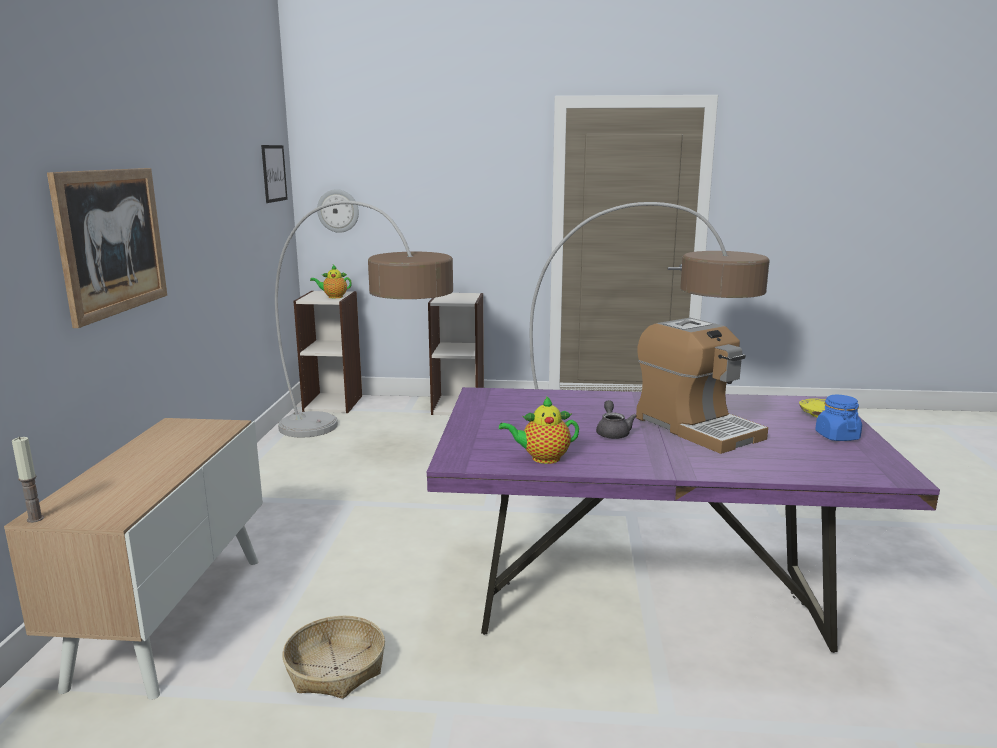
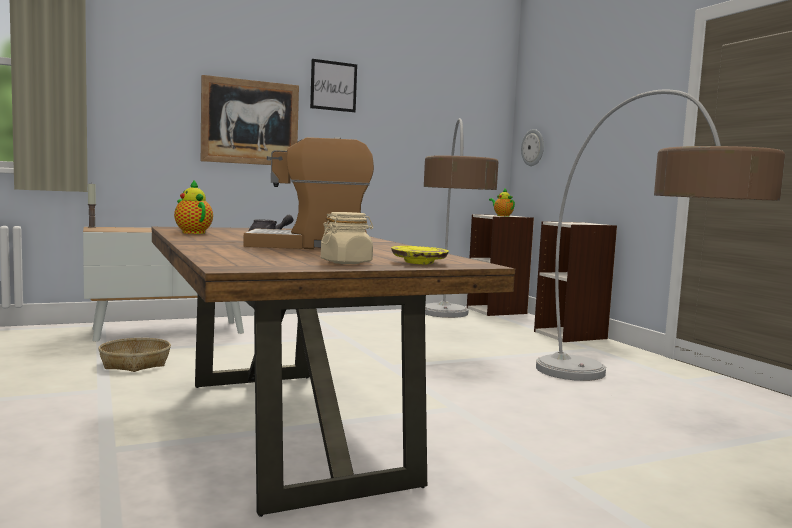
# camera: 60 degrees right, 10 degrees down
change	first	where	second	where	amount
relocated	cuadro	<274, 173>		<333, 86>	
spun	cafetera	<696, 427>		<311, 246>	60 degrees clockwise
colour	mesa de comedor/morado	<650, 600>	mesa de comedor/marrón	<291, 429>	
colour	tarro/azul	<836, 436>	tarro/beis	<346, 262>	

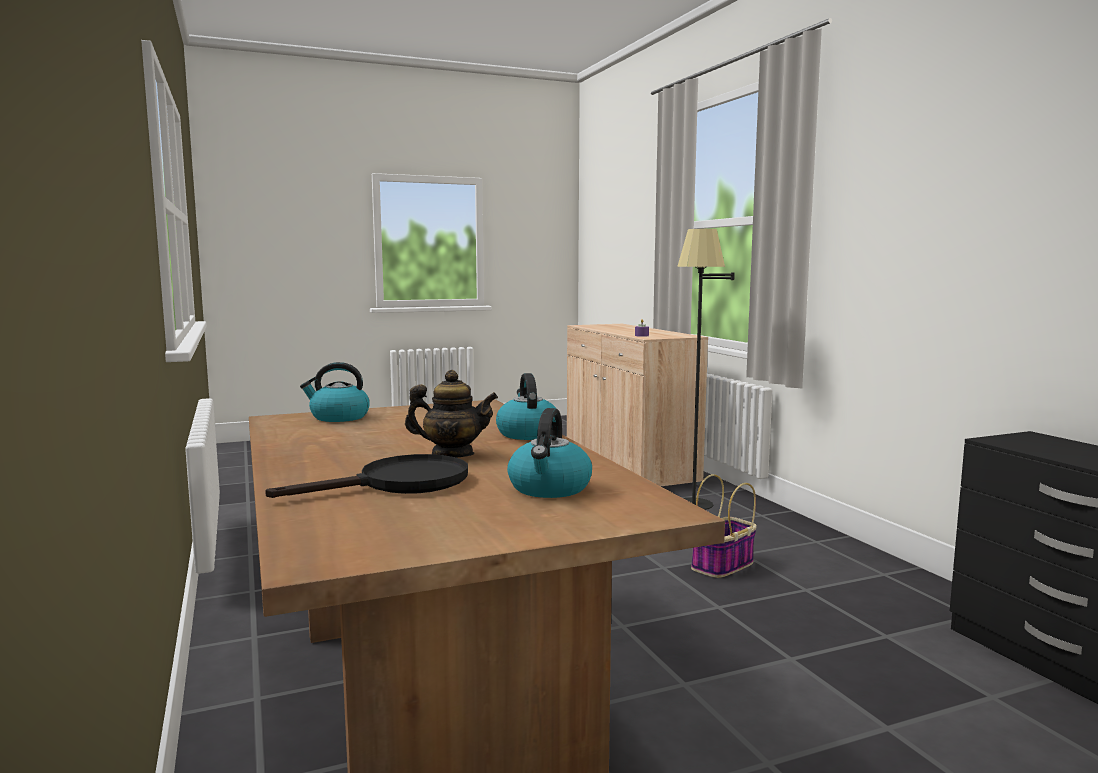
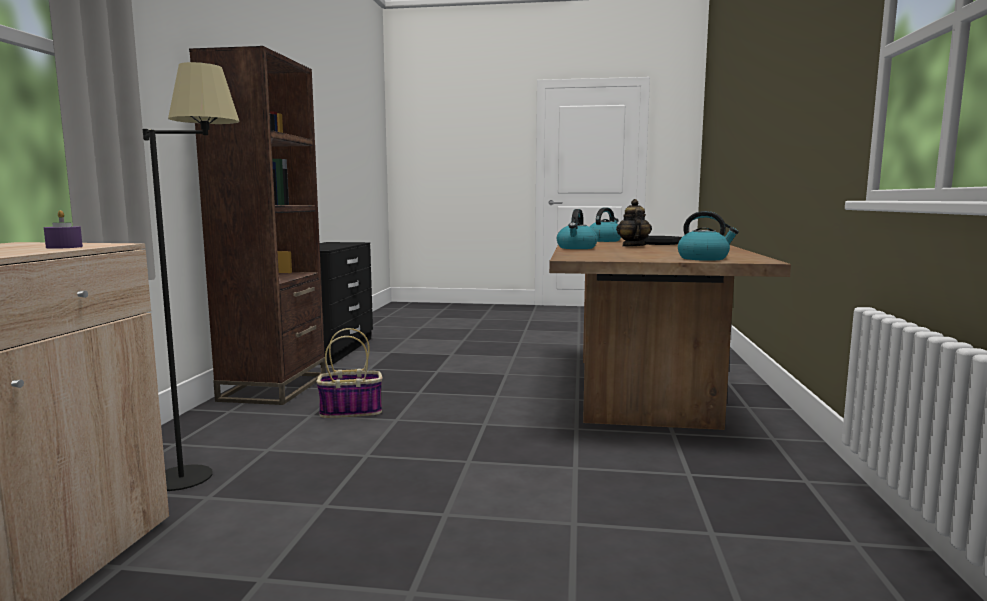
# camera: 150 degrees left, 0 degrees up
change	first	where	second	where	amount
spun	tetera	<452, 454>		<633, 246>	60 degrees clockwise
appeared			estantería/marrón	<274, 387>	

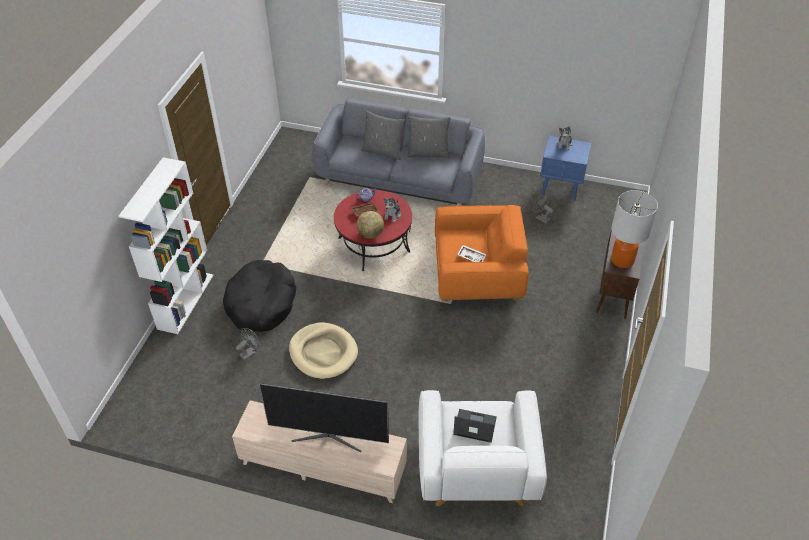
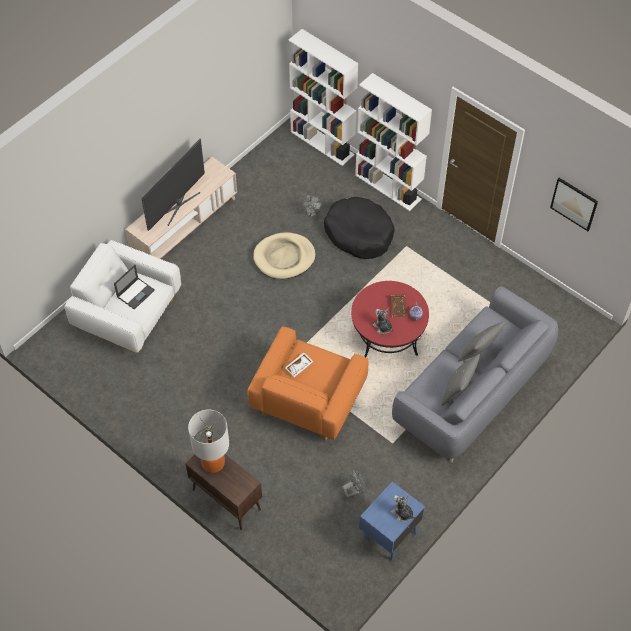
# camera: 115 degrees right, 10 degrees up
change	first	where	second	where	amount
missing	globo terráqueo	<370, 234>			
appeared			estantería/blanco	<323, 143>	
appeared			cuadro	<574, 203>	

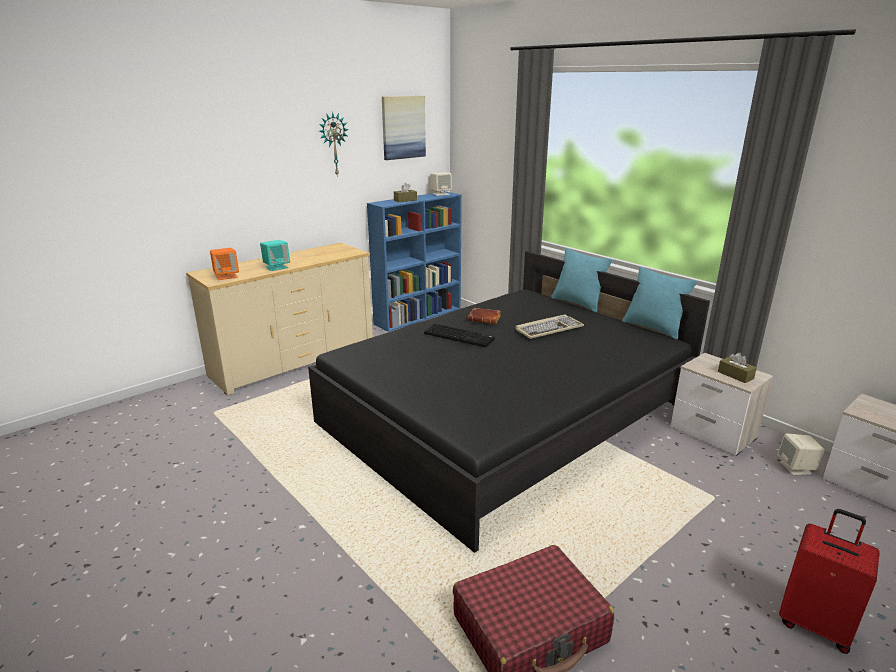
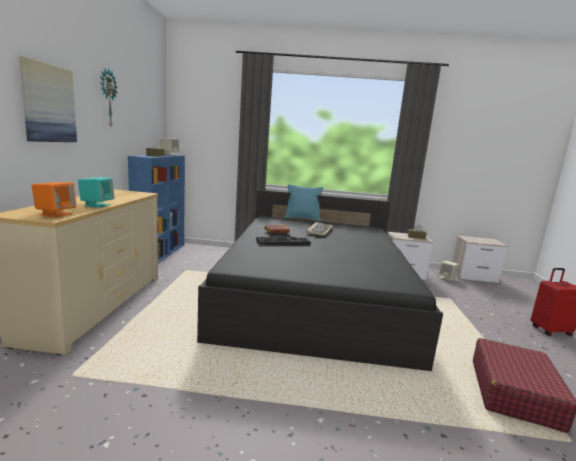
# camera: 45 degrees left, 10 degrees down
change	first	where	second	where	amount
relocated	cuadro	<403, 127>		<48, 103>	
missing	cojín/turquesa	<653, 328>			

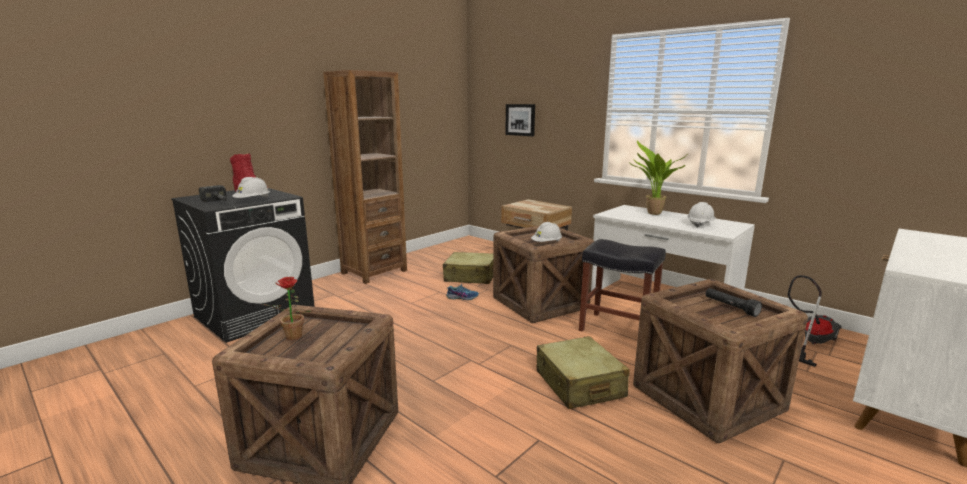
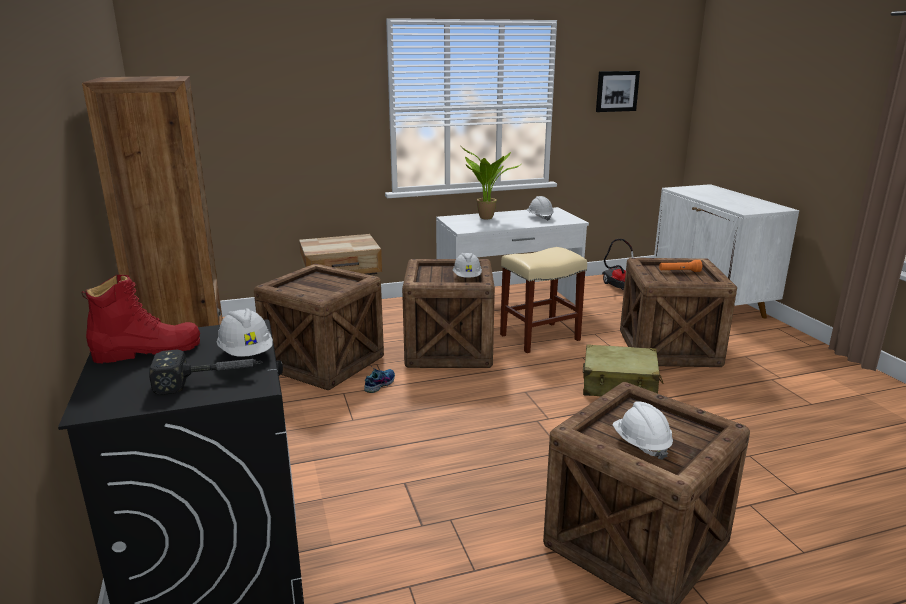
# camera: 60 degrees left, 5 degrees up
change	first	where	second	where	amount
relocated	cuadro	<520, 120>		<616, 91>	
colour	taburete/negro	<616, 329>	taburete/beis	<539, 338>	
exchanged	maleta/beis	<471, 276>	caja de embalaje	<324, 362>	
exchanged	planta en maceta	<291, 338>	casco/blanco	<641, 444>	
colour	linterna/negro	<730, 307>	linterna/naranja	<679, 272>	

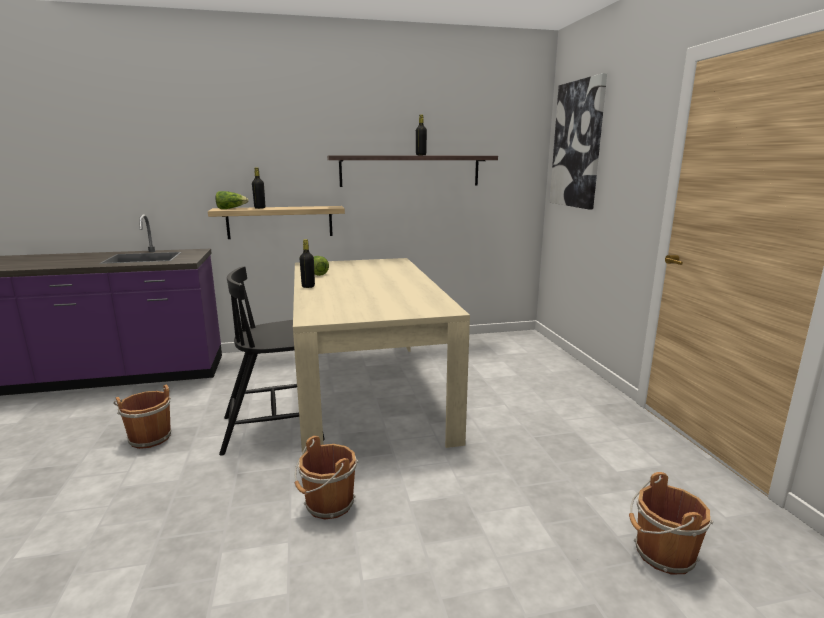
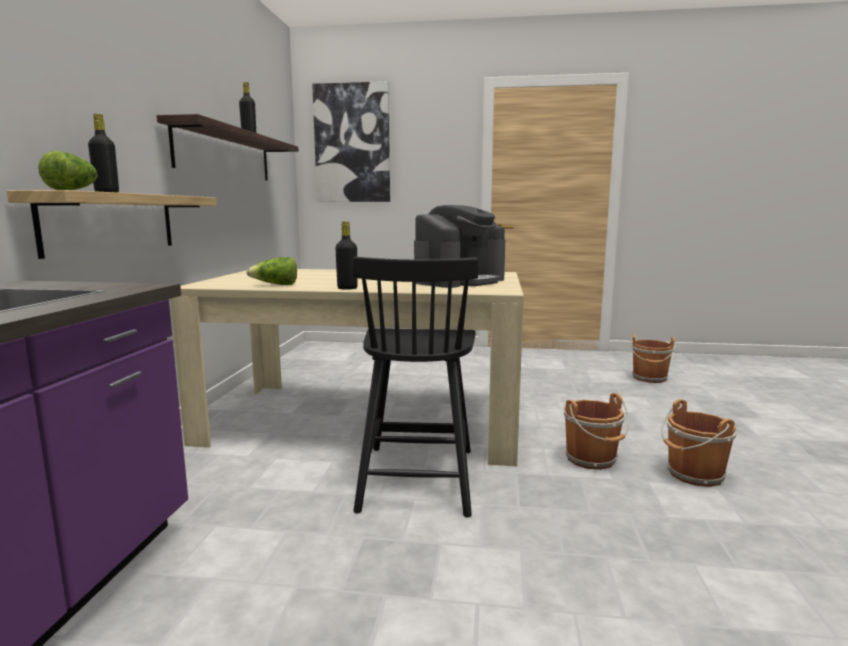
# camera: 70 degrees left, 5 degrees down
change	first	where	second	where	amount
relocated	cubo/marrón	<149, 437>		<693, 475>	
appeared			cafetera	<459, 281>	

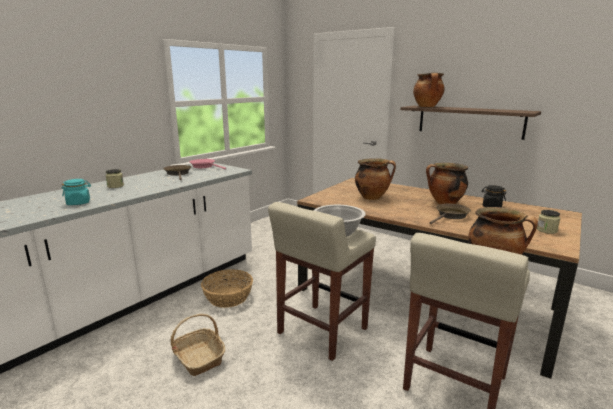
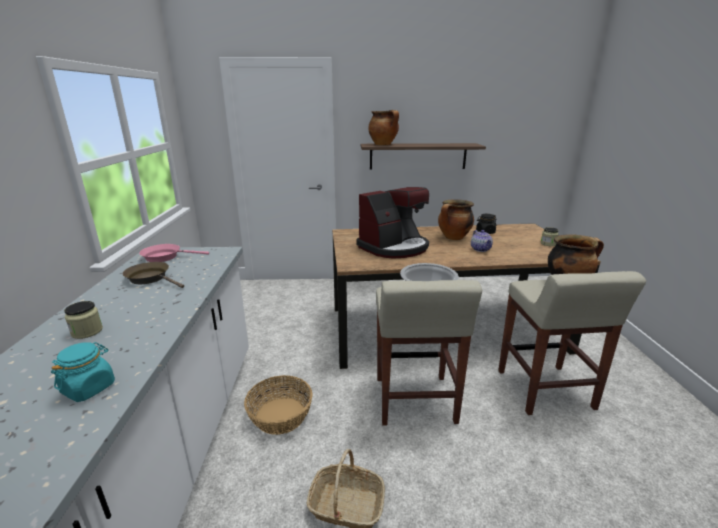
# camera: 40 degrees left, 5 degrees up
change	first	where	second	where	amount
exchanged	olla	<372, 197>	cafetera	<394, 247>	
exchanged	sartén/marrón	<451, 216>	tetera	<480, 249>	

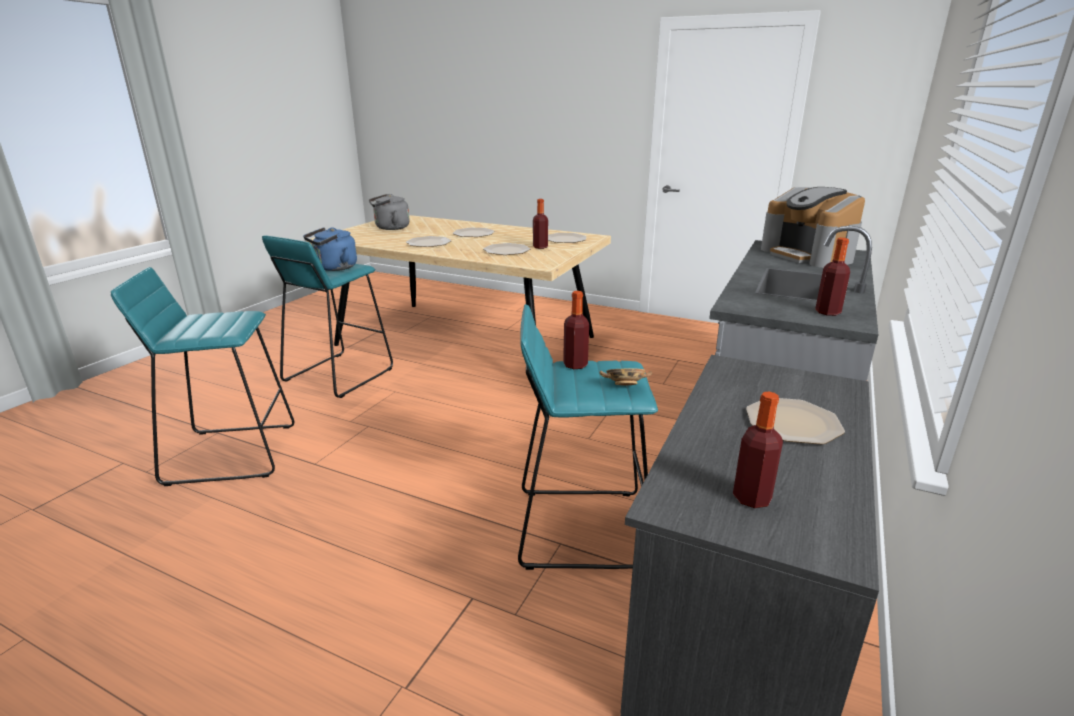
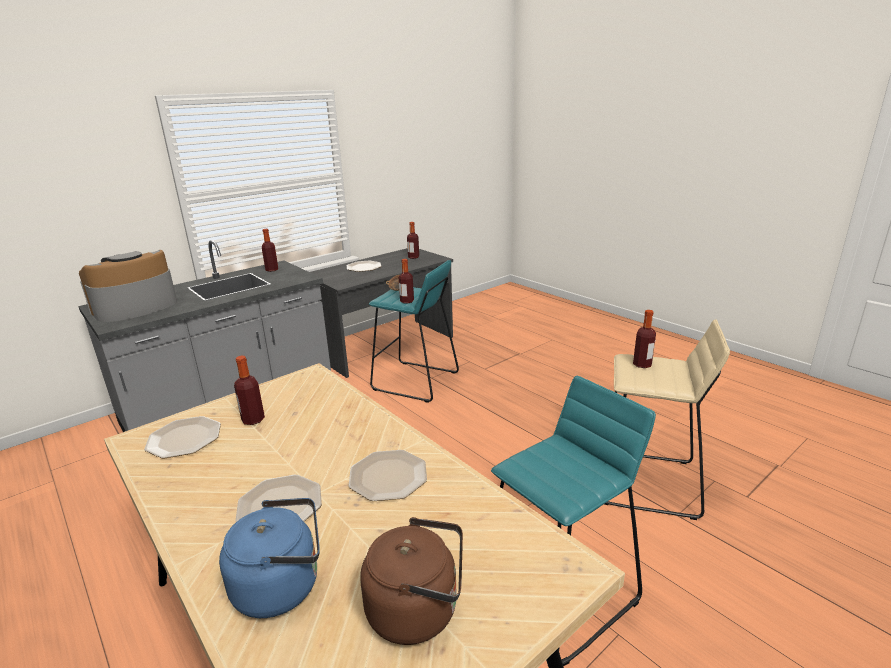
# camera: 155 degrees left, 0 degrees up
change	first	where	second	where	amount
spun	cafetera	<808, 255>		<135, 307>	135 degrees counterclockwise
colour	hervidor/gris	<390, 228>	hervidor/marrón	<418, 610>	
relocated	hervidor/azul	<334, 268>		<282, 585>	
missing	plato	<507, 250>			
colour	taburete/turquesa	<231, 453>	taburete/beis	<647, 483>	
appeared			botella	<642, 364>	

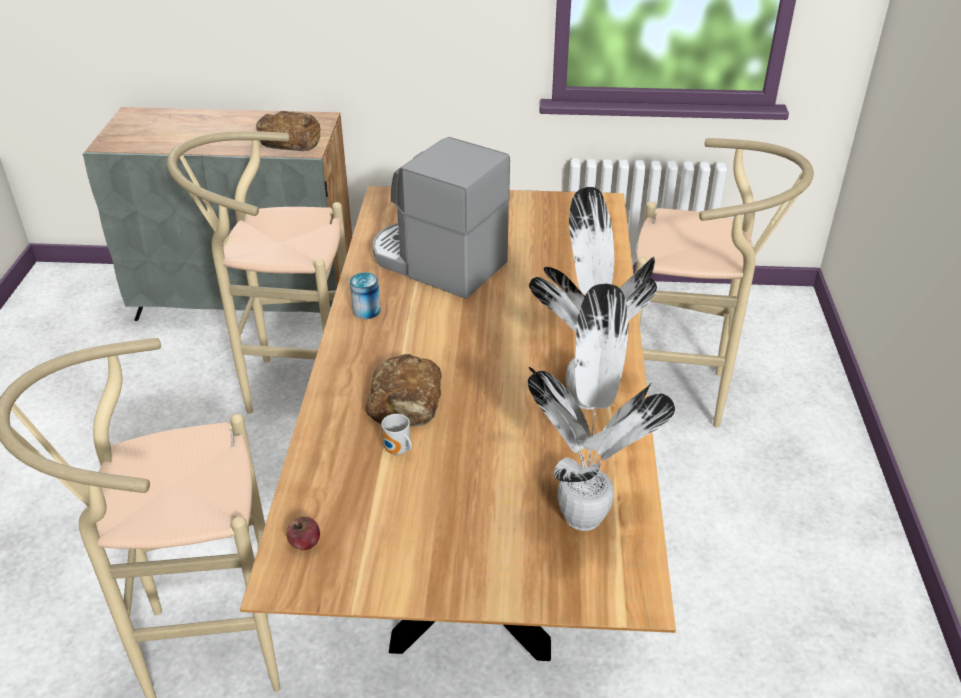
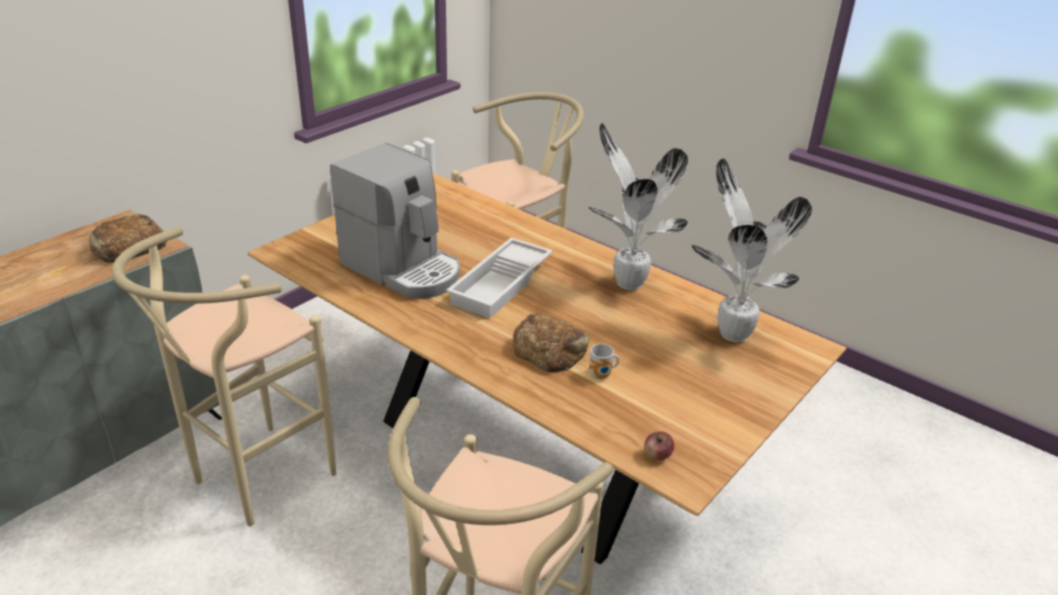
# camera: 55 degrees left, 5 degrees down
change	first	where	second	where	amount
spun	cafetera	<436, 262>		<403, 269>	120 degrees counterclockwise
missing	lata	<366, 311>			
appeared			bandeja/blanco	<502, 284>	

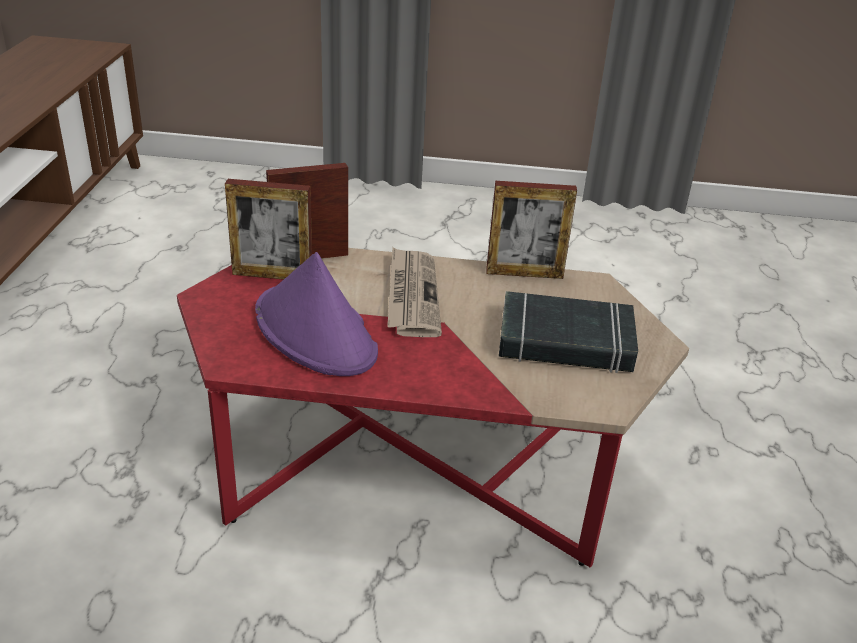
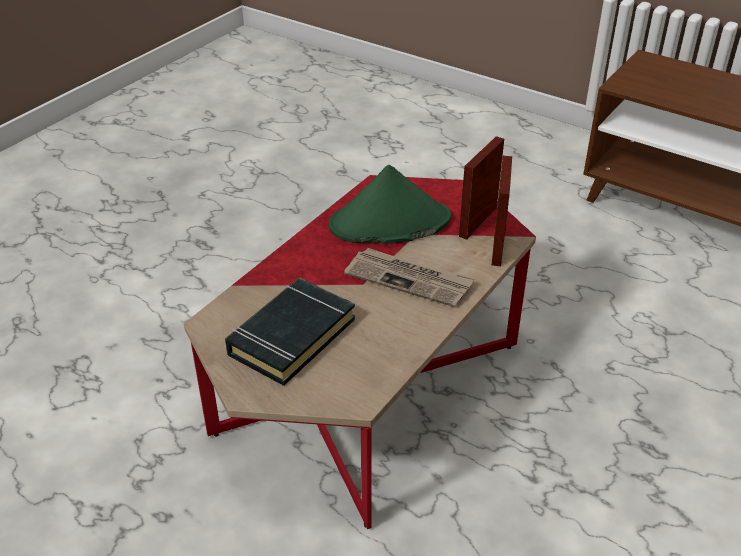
# camera: 120 degrees right, 5 degrees up
change	first	where	second	where	amount
missing	portarretratos	<524, 273>			
colour	sombrero/morado	<316, 332>	sombrero/verde	<389, 223>	

